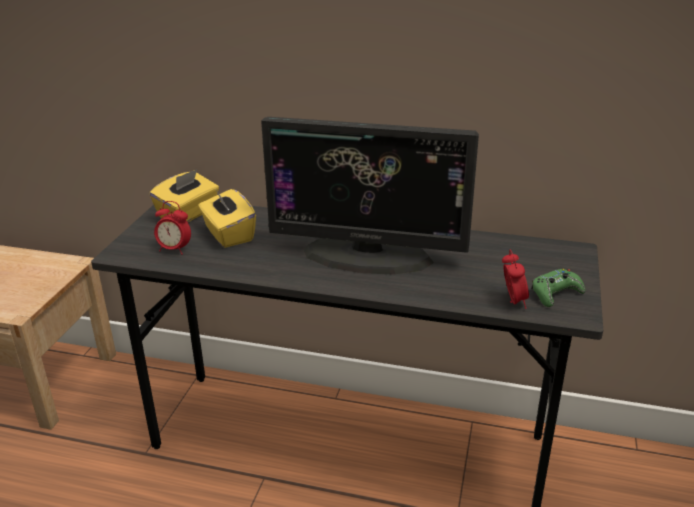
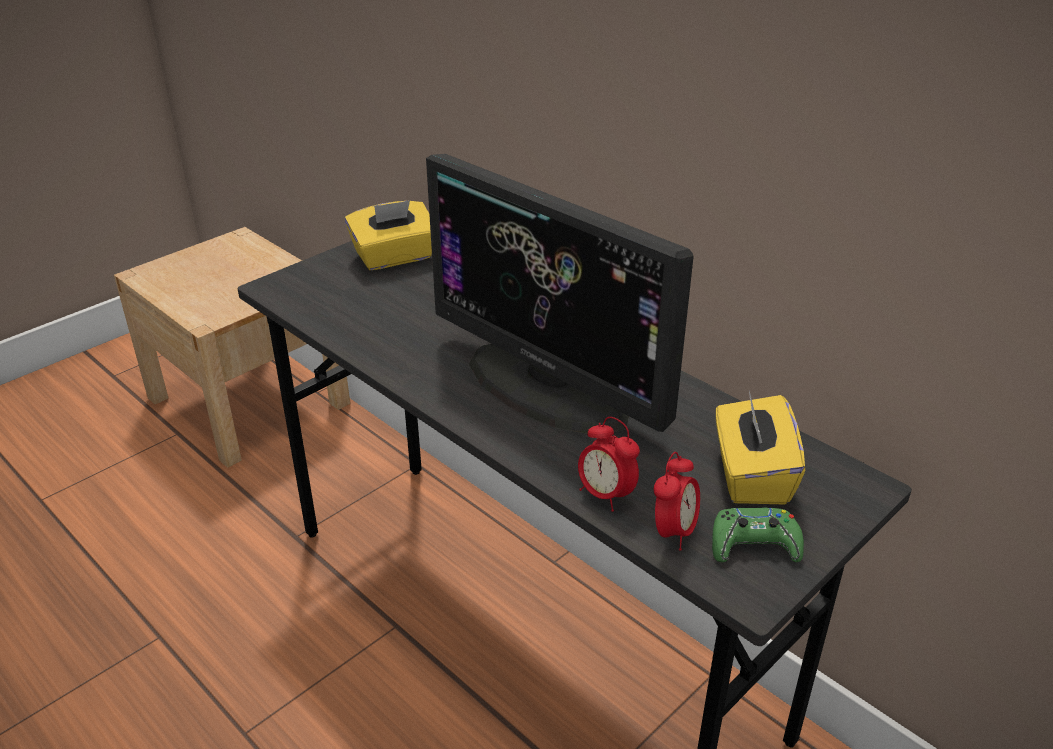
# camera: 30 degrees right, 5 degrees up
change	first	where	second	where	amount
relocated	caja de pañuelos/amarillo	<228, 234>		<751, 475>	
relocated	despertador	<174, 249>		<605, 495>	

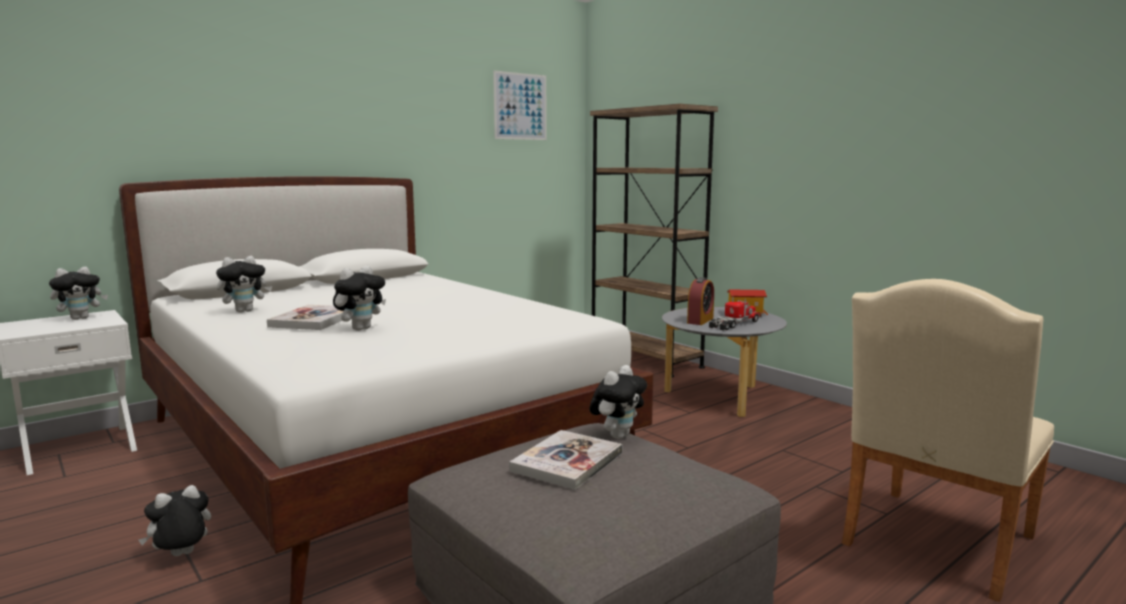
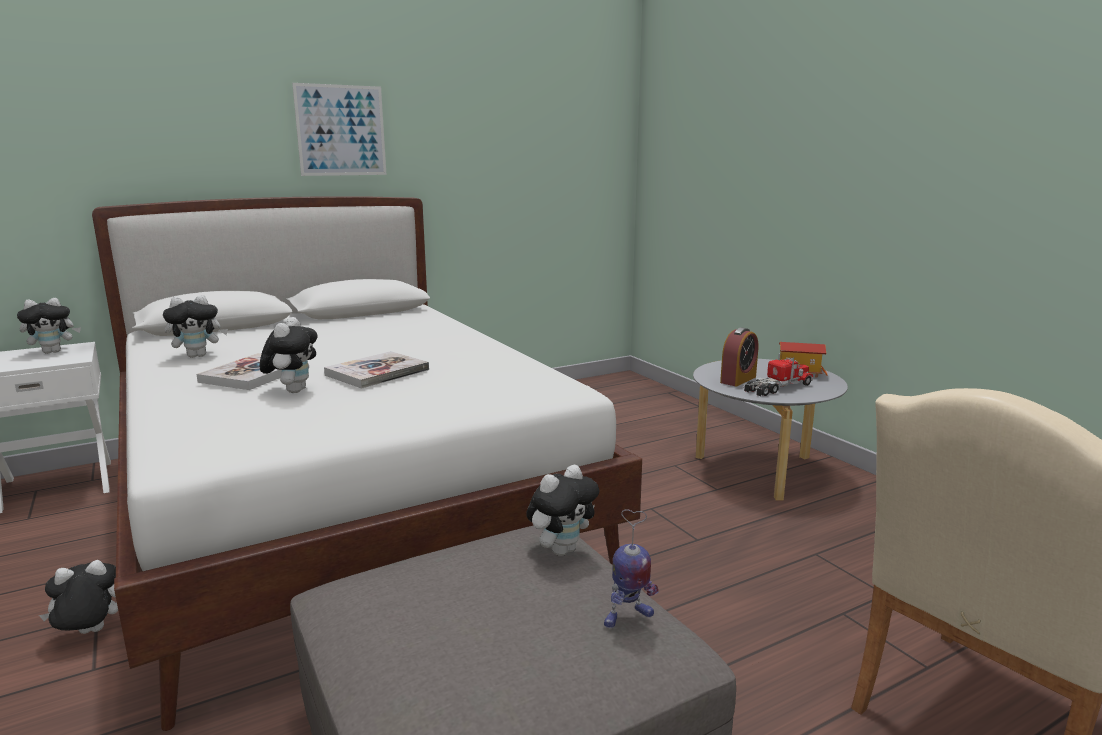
# camera: 10 degrees right, 5 degrees up
change	first	where	second	where	amount
relocated	cuadro	<520, 106>		<341, 130>	
missing	estantería/marrón	<645, 359>			
spun	peluche	<361, 328>		<293, 390>	45 degrees counterclockwise
relocated	libro	<567, 462>		<377, 372>	
appeared			robot de juguete	<627, 618>	

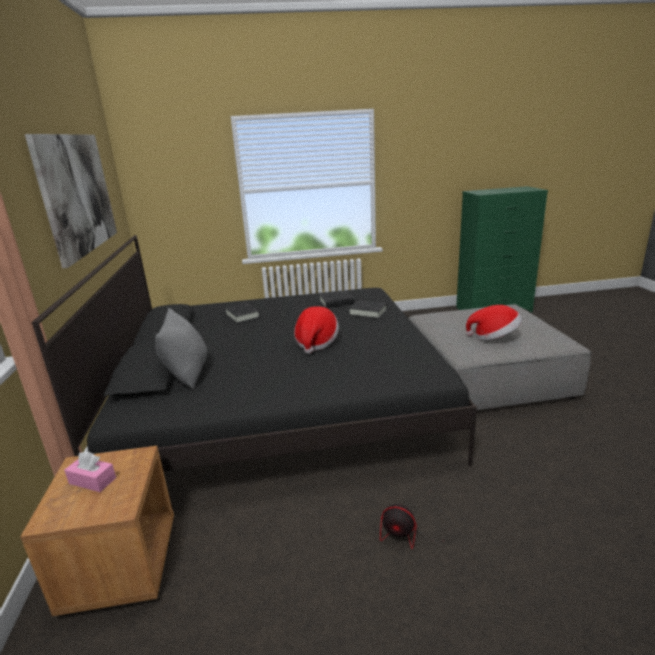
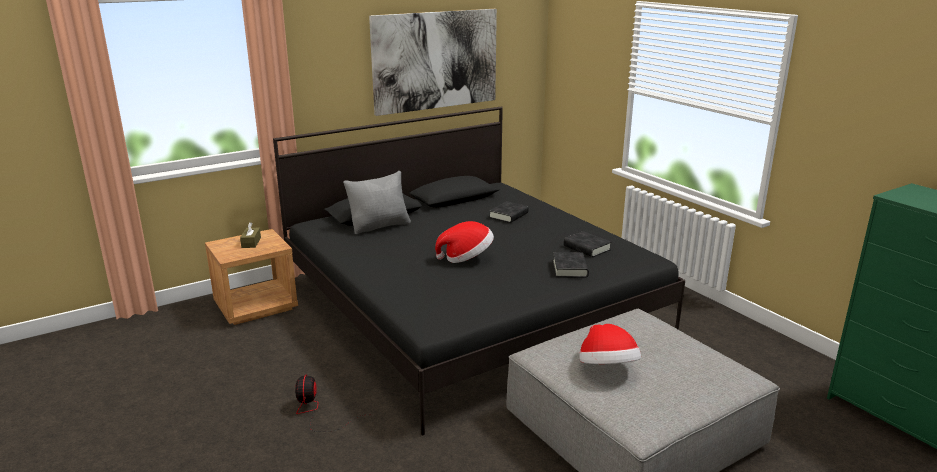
# camera: 65 degrees right, 0 degrees up
change	first	where	second	where	amount
colour	caja de pañuelos/rosa	<92, 481>	caja de pañuelos/marrón	<251, 242>	

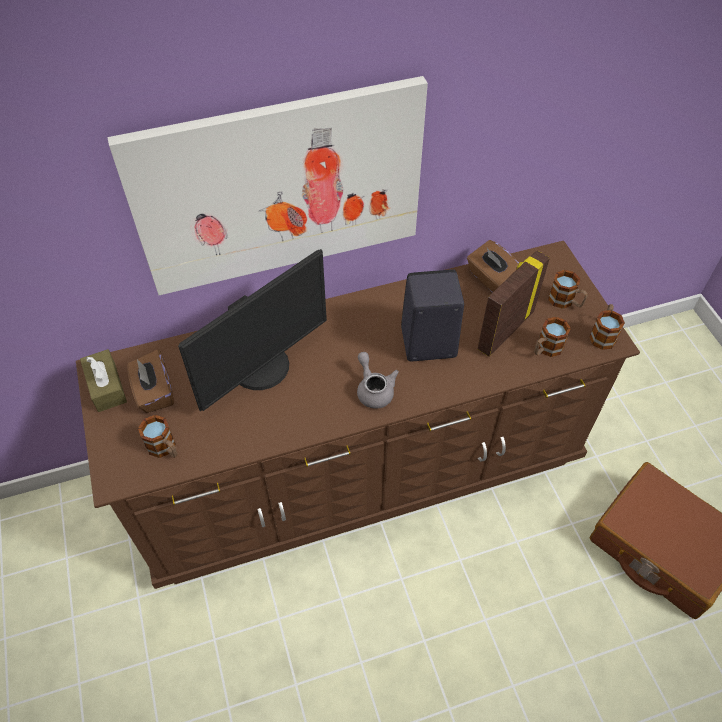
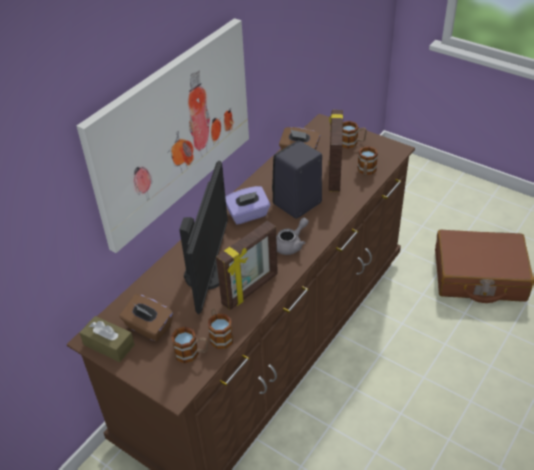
# camera: 35 degrees left, 10 degrees down
change	first	where	second	where	amount
relocated	taza grande	<603, 334>		<220, 335>	
spun	tetera/gris	<374, 389>		<291, 244>	105 degrees clockwise
appeared			caja de pañuelos/morado	<248, 215>	
appeared			portarretratos	<251, 290>	

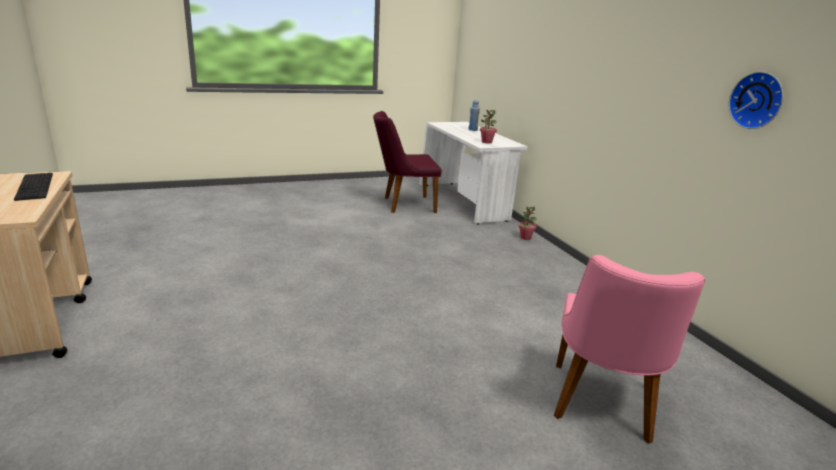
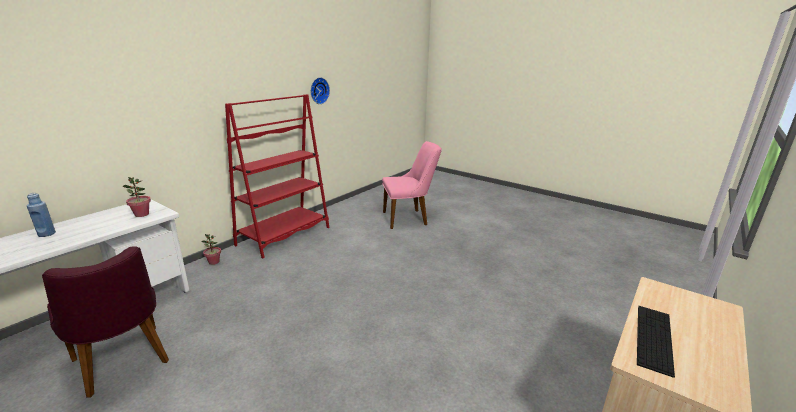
# camera: 120 degrees left, 0 degrees up
change	first	where	second	where	amount
appeared			estantería/rojo	<284, 236>	

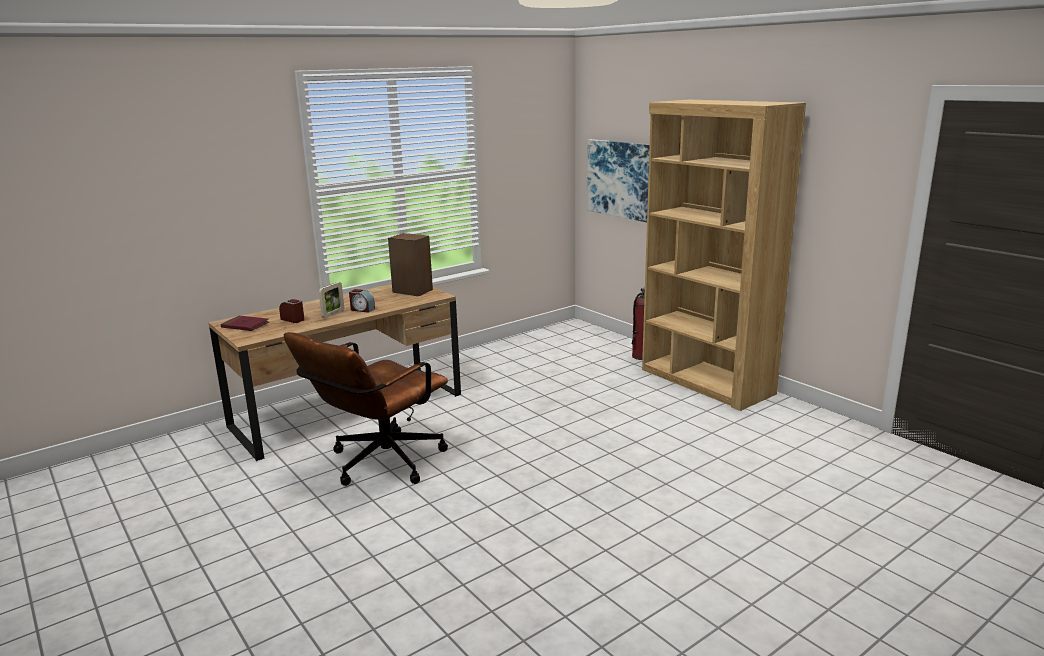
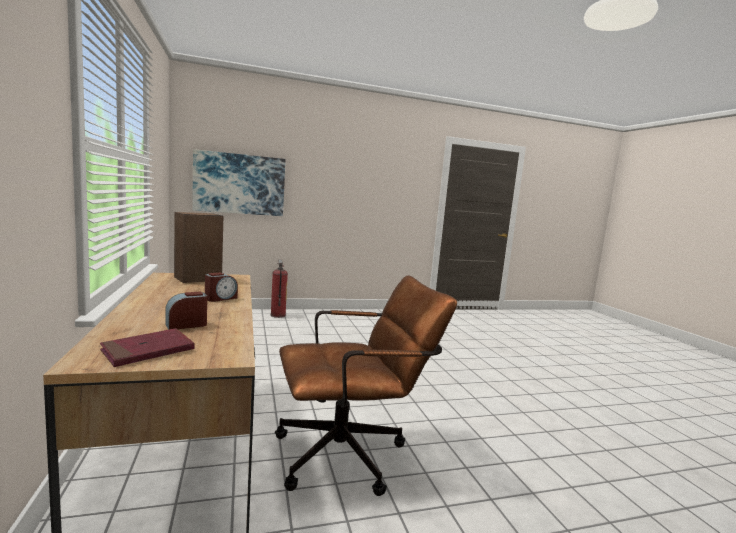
# camera: 70 degrees left, 10 degrees down
change	first	where	second	where	amount
missing	estantería/marrón	<706, 382>			
missing	portarretratos	<333, 314>			
spun	silla de oficina/marrón	<379, 464>		<352, 453>	75 degrees counterclockwise

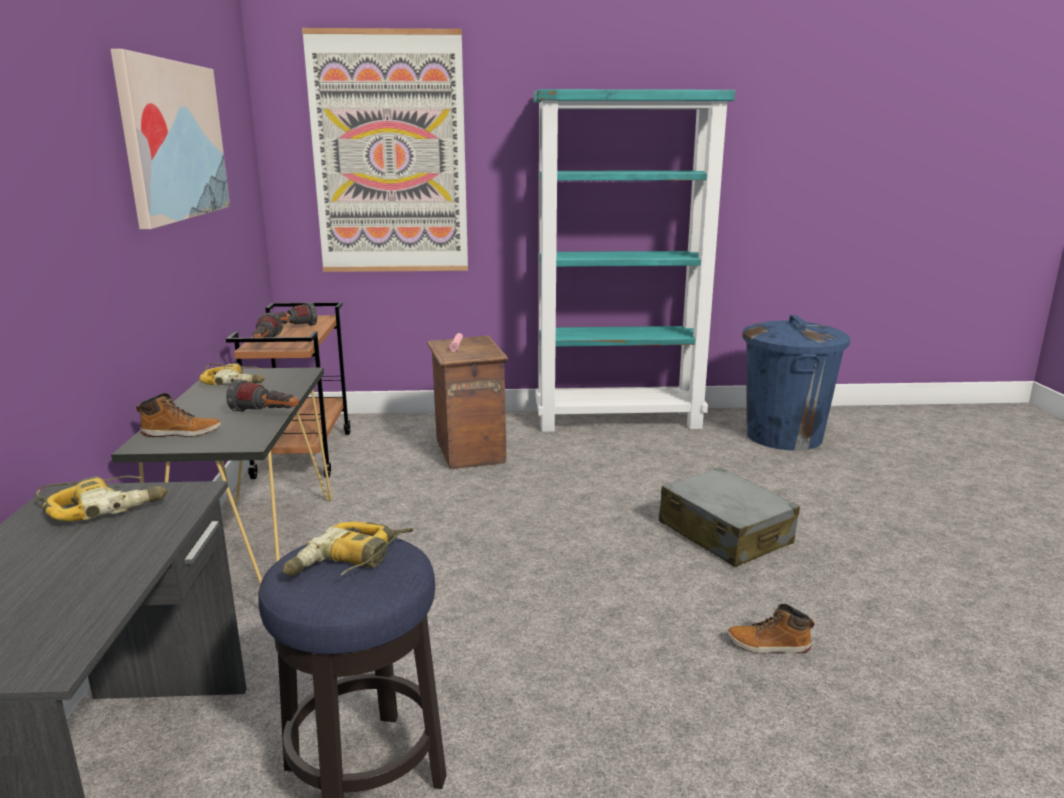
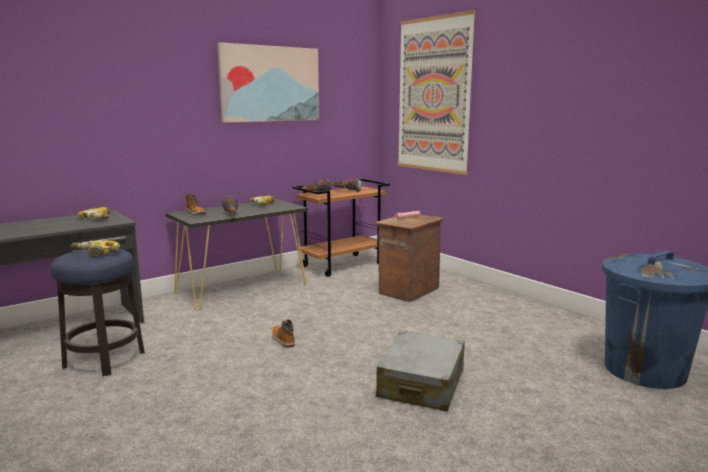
# camera: 55 degrees right, 5 degrees down
change	first	where	second	where	amount
missing	estantería/turquesa	<619, 420>			
relocated	bota	<768, 645>		<282, 340>	

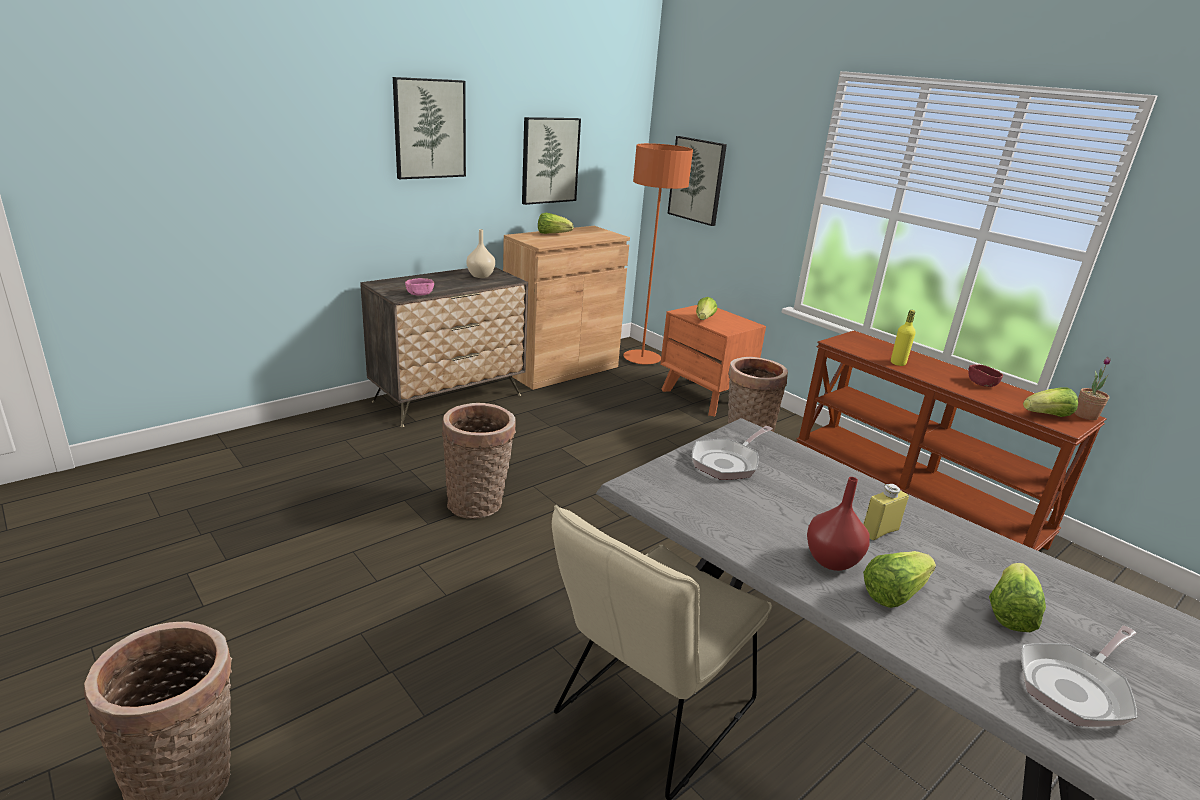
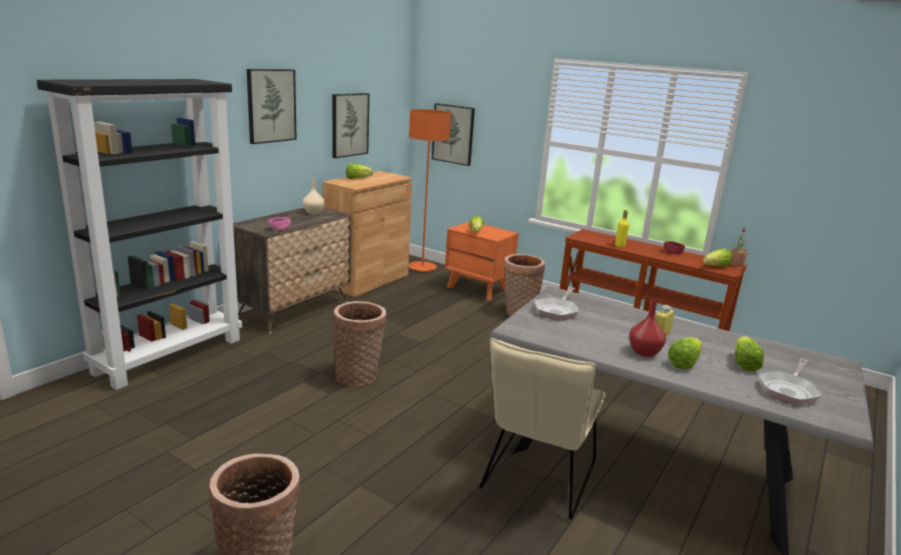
# camera: 15 degrees left, 5 degrees down
change	first	where	second	where	amount
appeared			estantería/negro	<170, 355>	

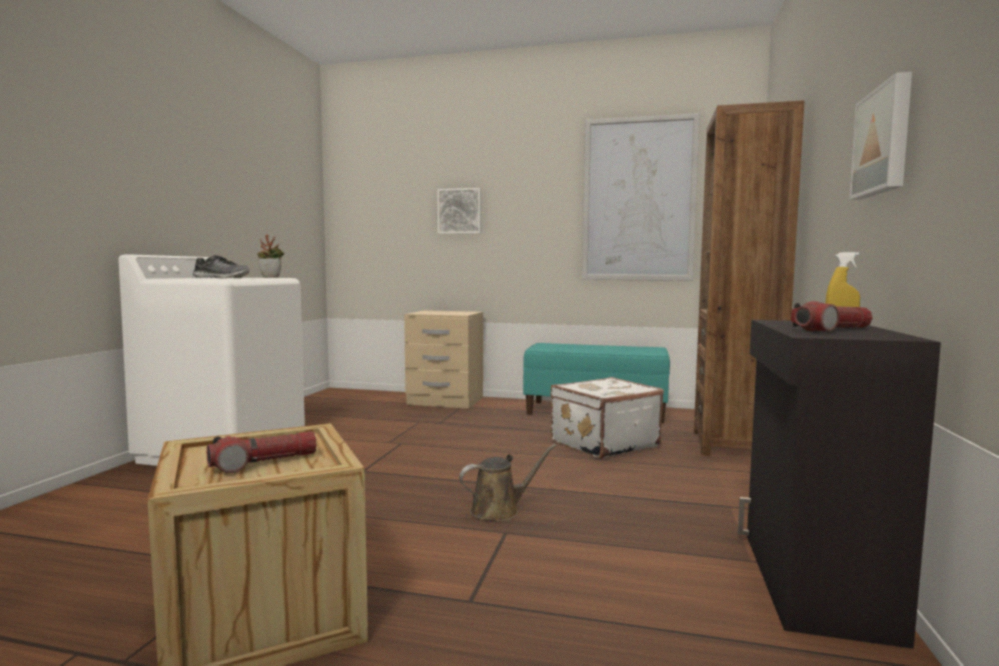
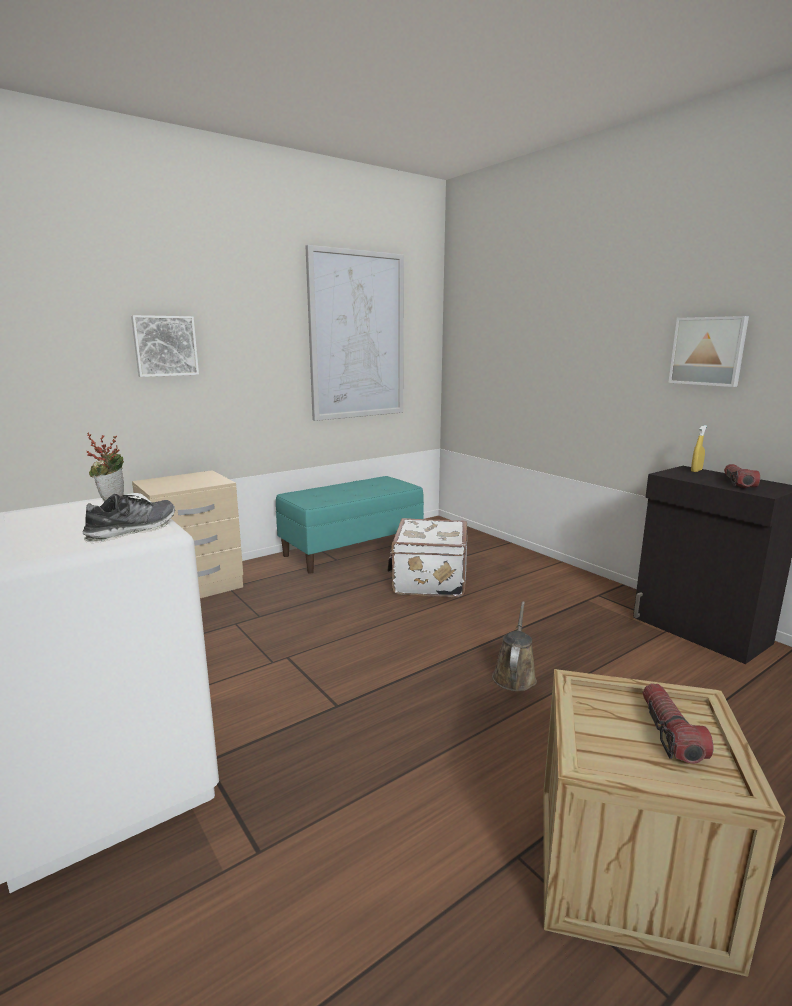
# camera: 50 degrees left, 10 degrees up
change	first	where	second	where	amount
missing	estantería/marrón	<734, 445>			

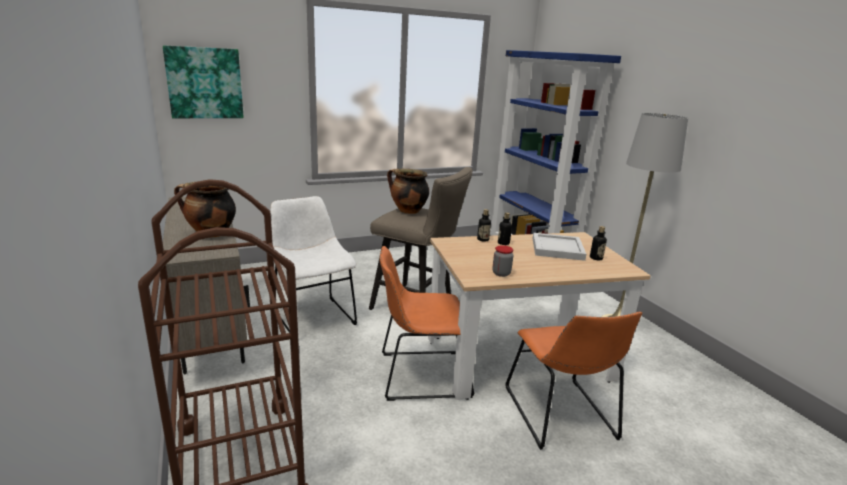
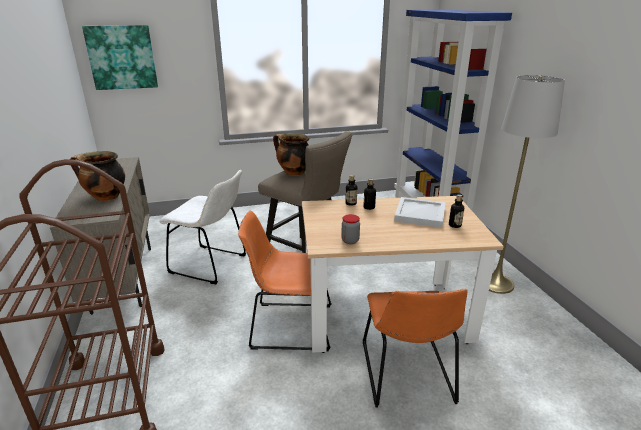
# camera: 10 degrees right, 5 degrees up
change	first	where	second	where	amount
spun	silla/blanco	<312, 316>		<211, 265>	135 degrees clockwise

